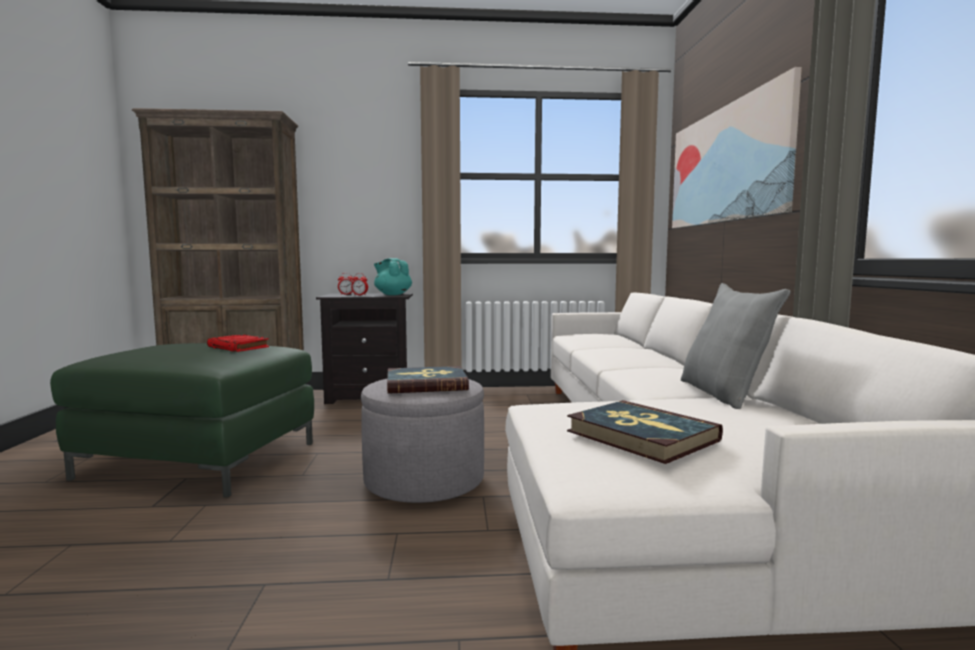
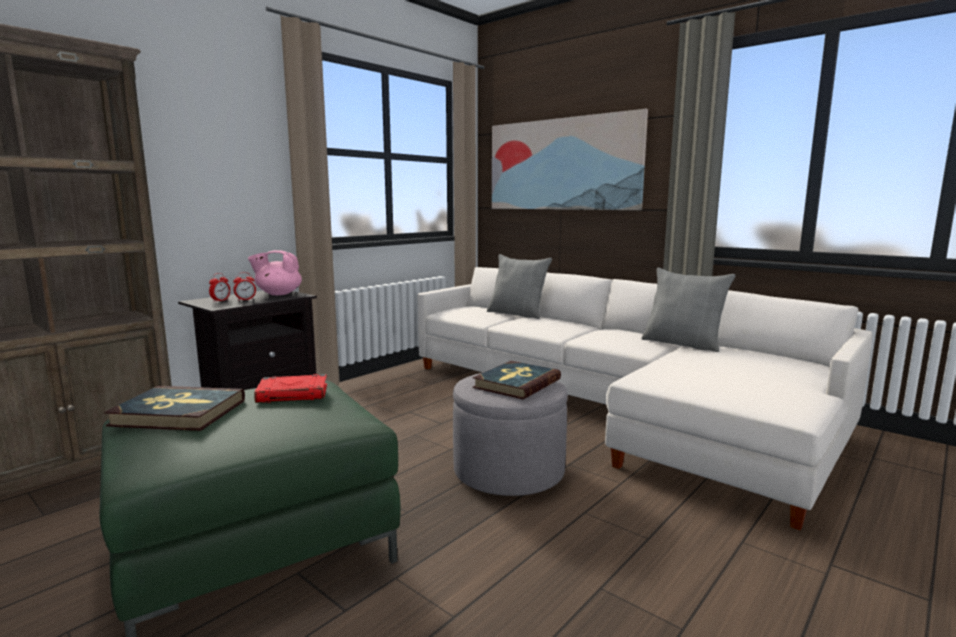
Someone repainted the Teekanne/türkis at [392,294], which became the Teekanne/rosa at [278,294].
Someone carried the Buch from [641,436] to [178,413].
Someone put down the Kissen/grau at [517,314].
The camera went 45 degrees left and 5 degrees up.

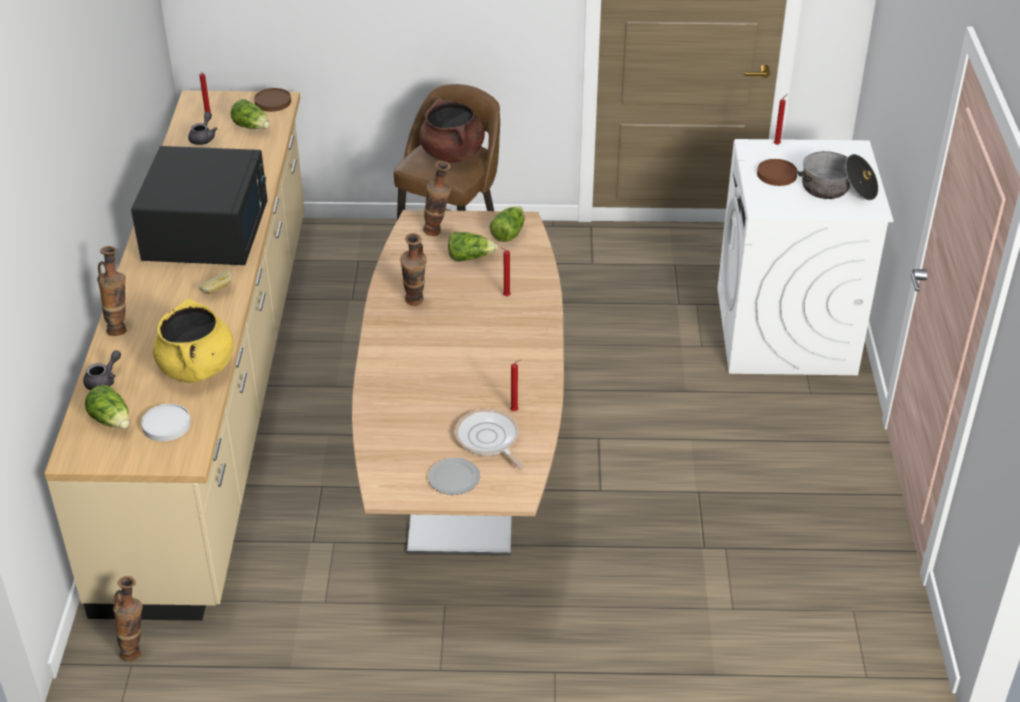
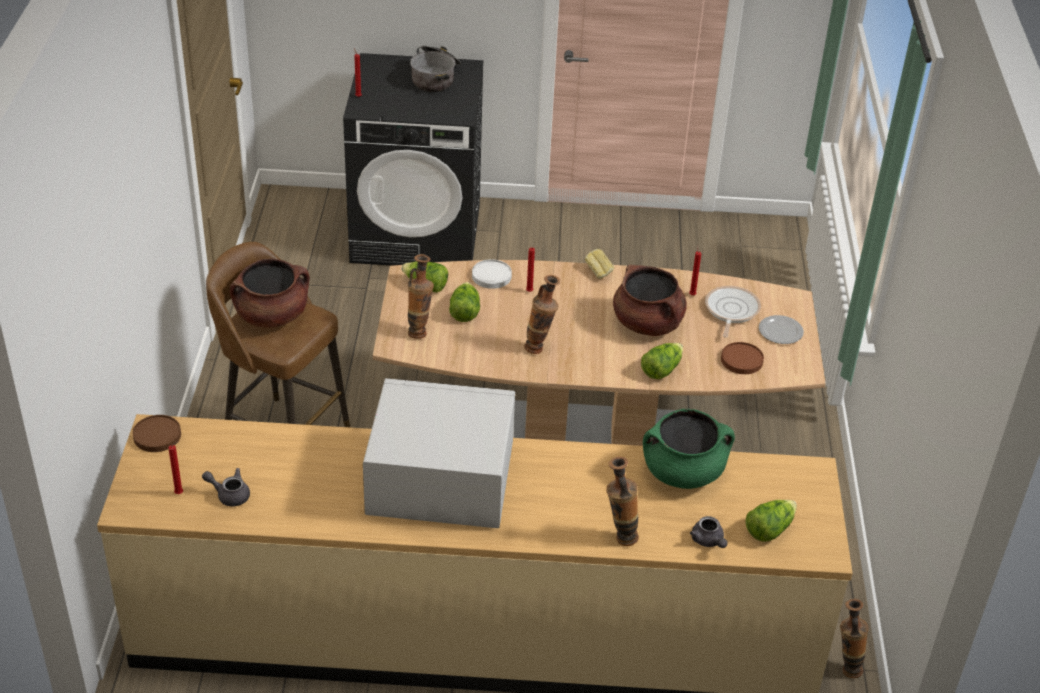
Someone rotated the Teekanne/grau at [104,380] by 150 degrees counterclockwise.
Someone repainted the Mikrowelle/schwarz at [207,231], which became the Mikrowelle/weiß at [439,479].
Someone carried the Teller/weiß from [166,425] to [491,276].
Someone repainted the Kochtopf/gelb at [197,368], which became the Kochtopf/grün at [683,472].
Someone carried the Brot from [218,292] to [599,273].
Someone carried the Salatkopf from [252,127] to [661,369].
Someone rotated the Pfanne at [488,440] by 135 degrees clockwise.
Someone repainted the Waschmaschine/weiß at [785,332], which became the Waschmaschine/schwarz at [417,233].
Someone carried the Teller/braun from [777,174] to [741,360].
Someone put down the Kochtopf/braun at [647,324].
The camera went 90 degrees left and 0 degrees up.

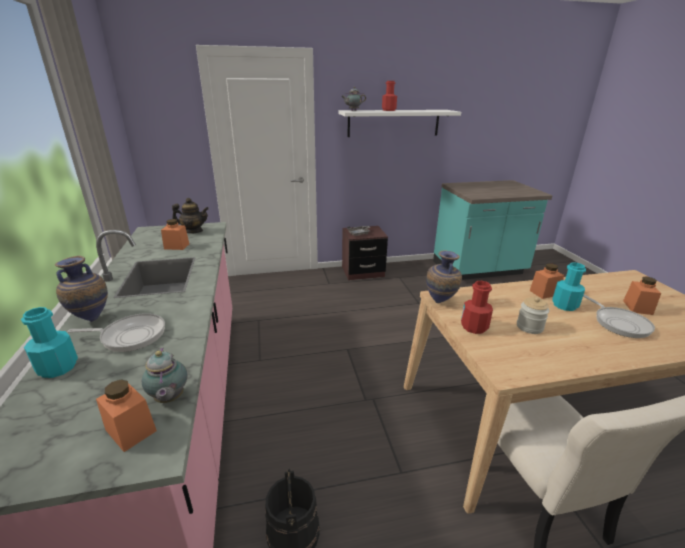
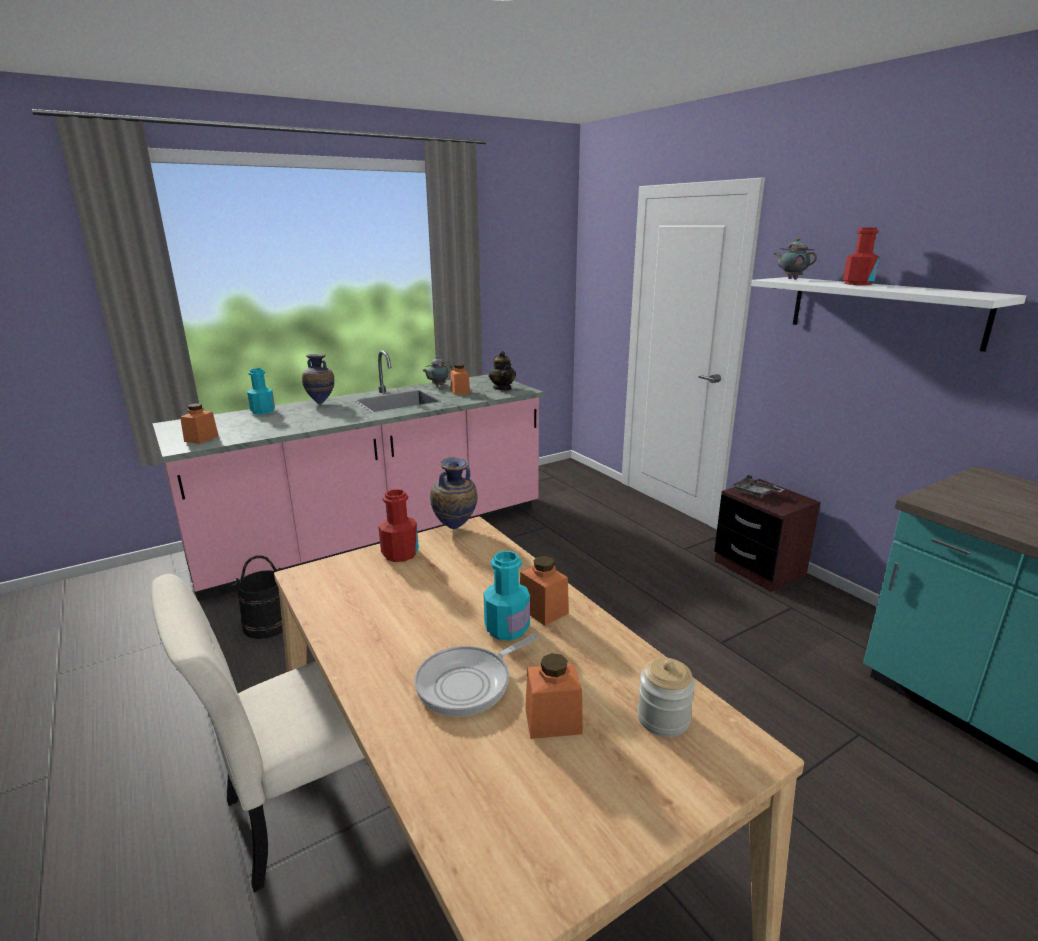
Someone took away the Pfanne at [130,336].
Someone carried the Teekanne from [169,399] to [437,385].
Someone carried the Vorratsglas from [529,327] to [663,718].
The camera went 70 degrees right and 5 degrees down.

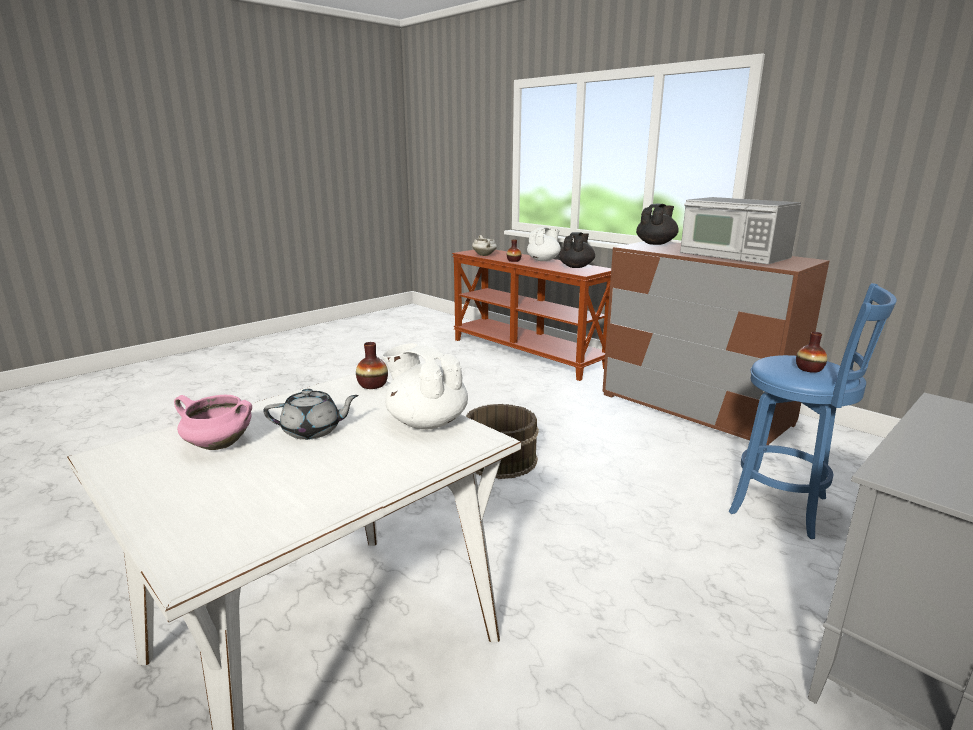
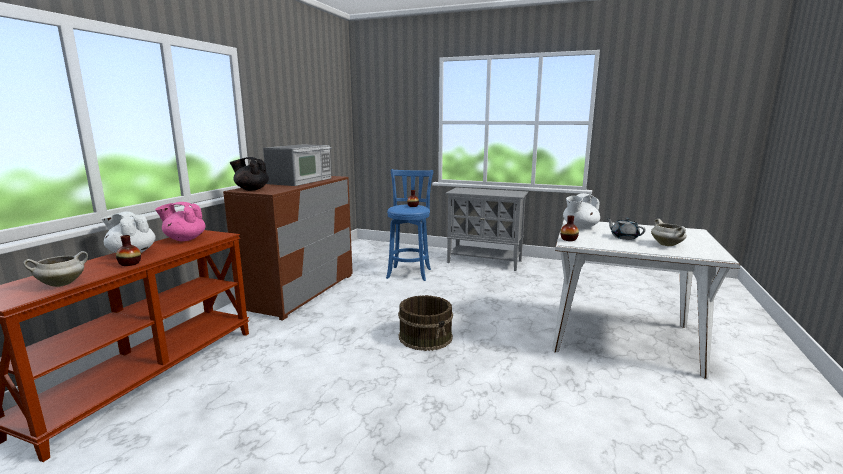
Someone repainted the Kochtopf/rosa at [217,445], which became the Kochtopf/weiß at [667,245].
Someone rotated the Teekanne/weiß at [426,422] by 45 degrees clockwise.
Someone repainted the Teekanne/schwarz at [576,267], which became the Teekanne/rosa at [184,239].
The camera went 115 degrees left and 5 degrees down.

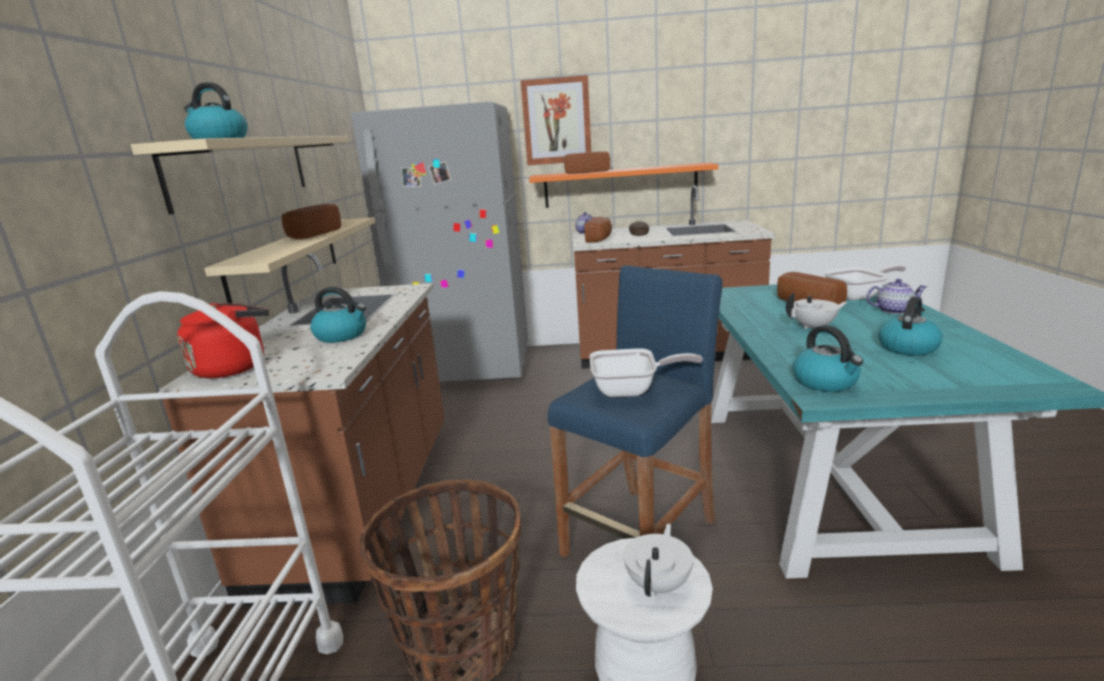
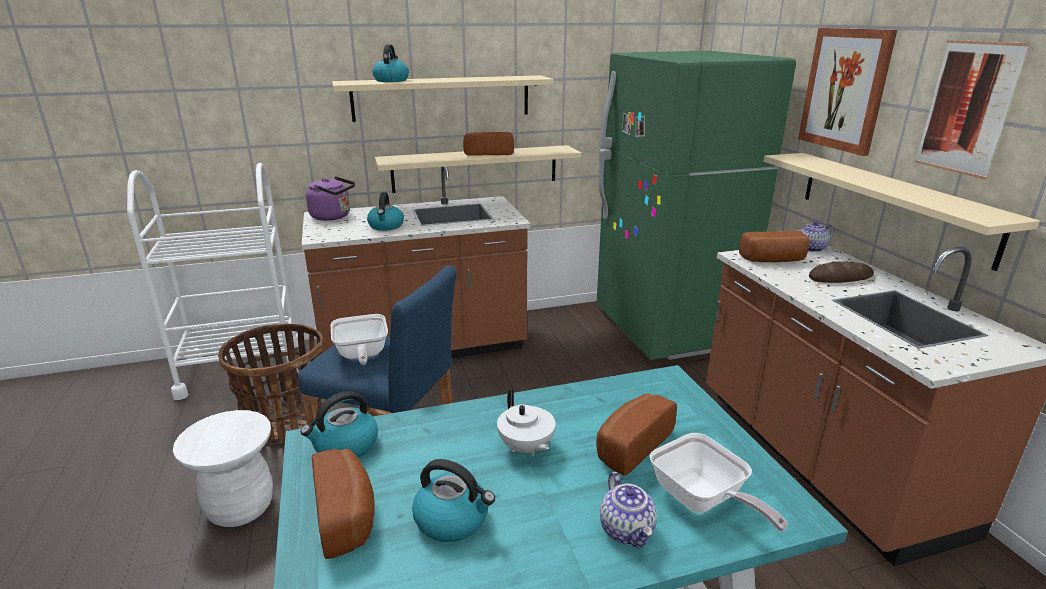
Someone repainted the Wasserkessel/rot at [234,367], which became the Wasserkessel/lila at [333,216].
Someone repainted the Kühlschrank/grau at [468,367], which became the Kühlschrank/grün at [666,329].
Someone repainted the Wandregal/orange at [620,185], which became the Wandregal/beige at [892,204].
Someone carried the Brot from [586,172] to [348,515].
Someone took away the Teekanne/weiß at [659,584].
Someone put up the Bild at [967,108].
The camera went 70 degrees right and 5 degrees up.

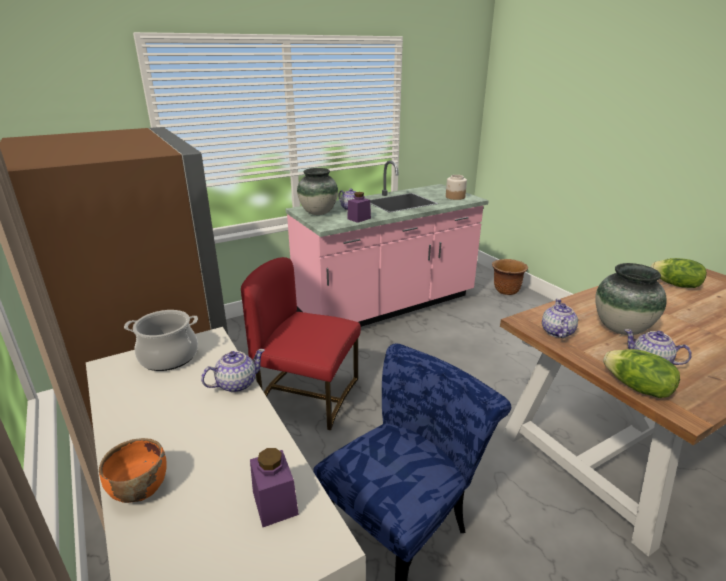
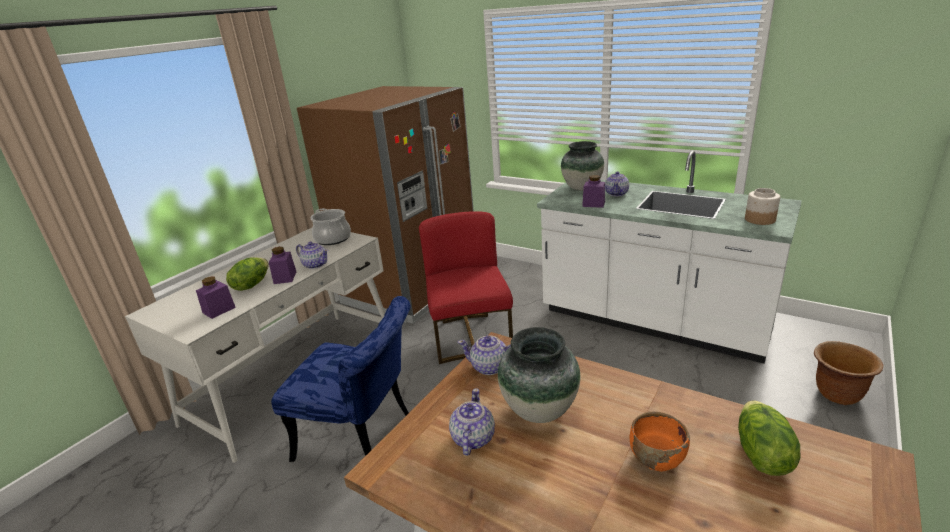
Someone carried the Schüssel/orange from [139,488] to [656,458].
Someone repainted the Küchenzeile/rosa at [387,307], which became the Küchenzeile/weiß at [652,322].
Someone rotated the Teekanne at [557,332] by 150 degrees counterclockwise.
Someone carried the Salatkopf from [637,388] to [251,285].
Someone put down the Vorratsglas/lila at [285,277].
The camera went 65 degrees right and 0 degrees up.

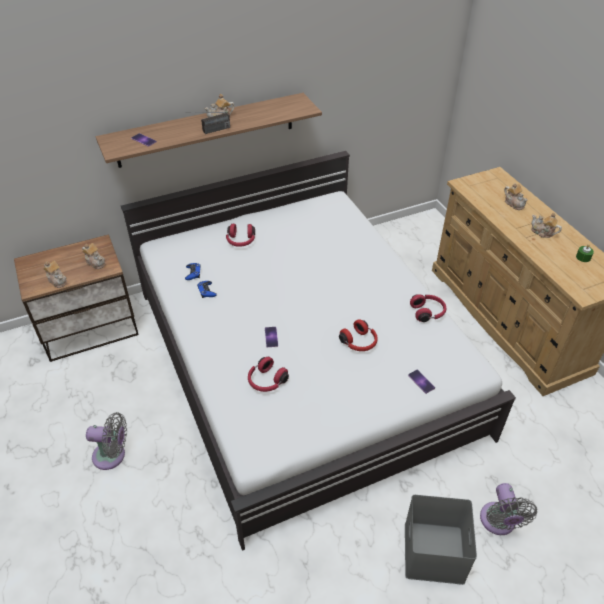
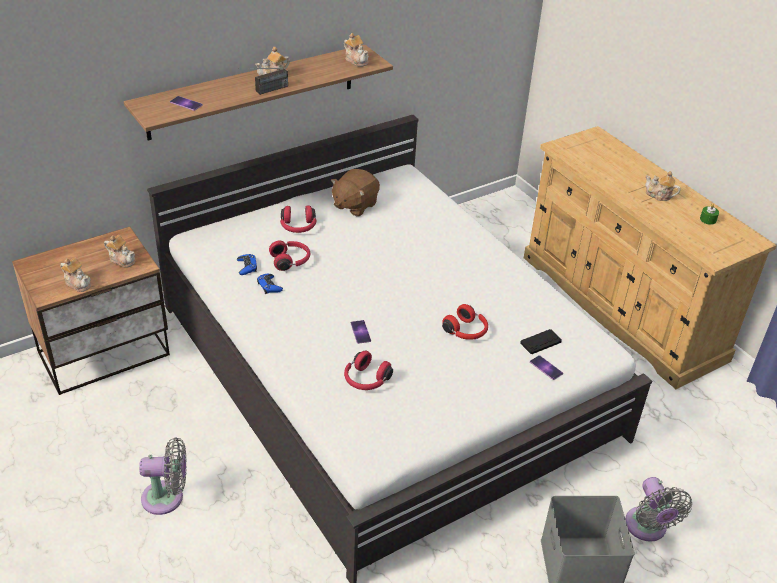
Someone carried the Kopfhörer/rot from [428,312] to [291,261].
Someone carried the Teekanne from [514,203] to [356,60].
Someone put down the Plüschtier/braun at [354,205].
Someone put down the Gamepad/schwarz at [540,342].
The camera went 10 degrees left and 5 degrees down.

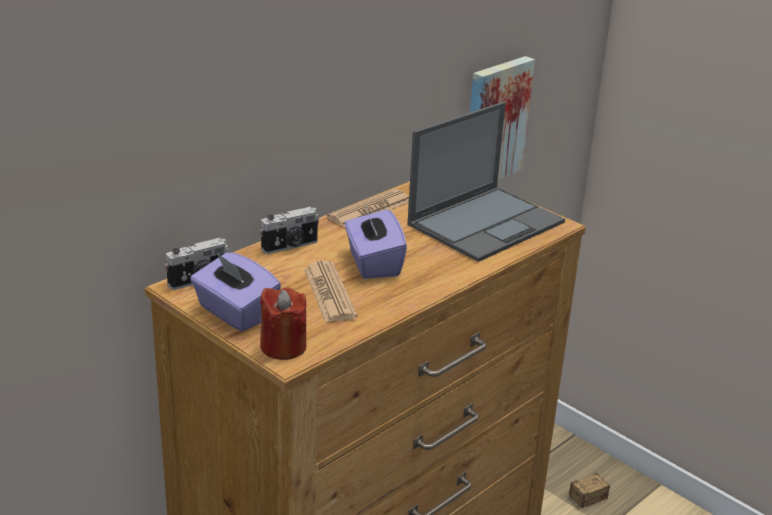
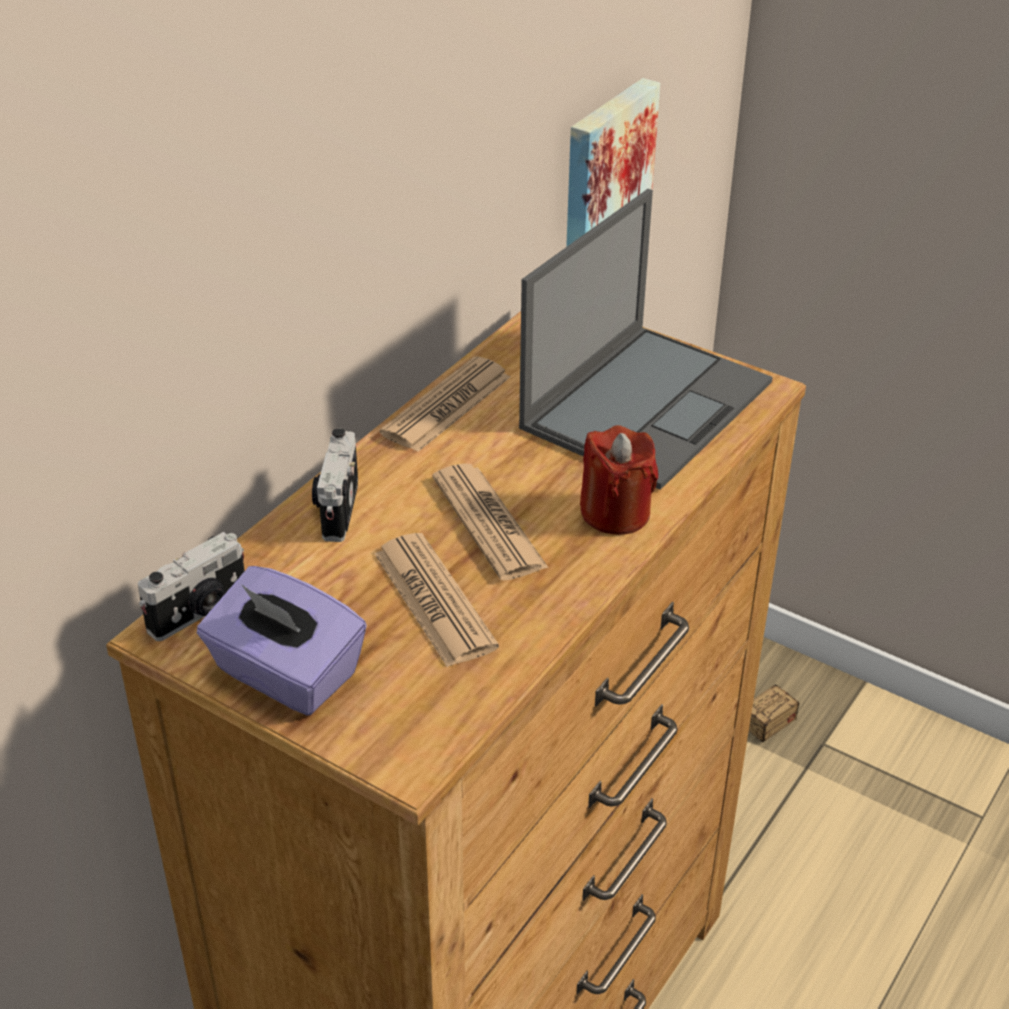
Someone rotated the Kamera at [290,246] by 135 degrees clockwise.
Someone carried the Kerze/rot from [283,347] to [615,513].
Someone swapped the Taschentuchbox/lila at [373,263] for the Zeitung at [488,523].
The camera went 10 degrees left and 10 degrees up.

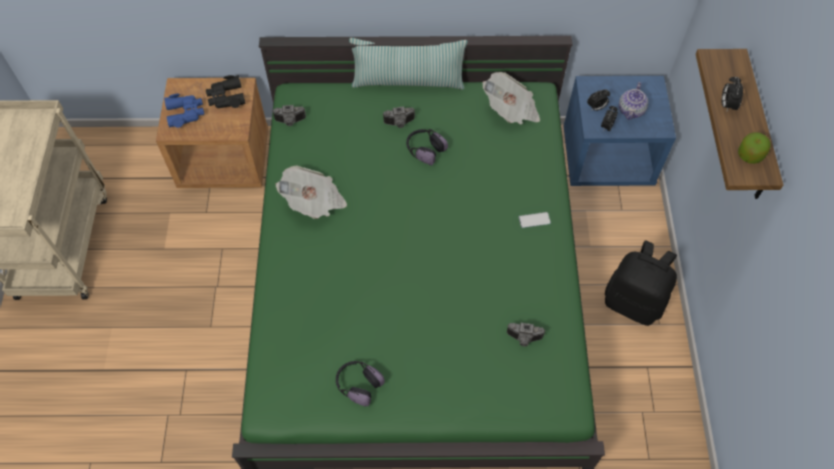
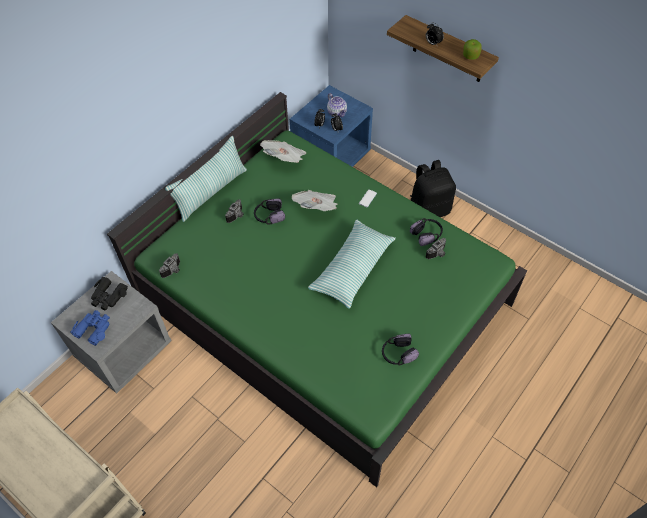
Someone repainted the Nachttisch/braun at [225,160], which became the Nachttisch/grau at [124,350].
Someone carried the Zeitung from [314,202] to [317,208].
Someone put down the Kissen at [352,268].
Someone put down the Kopfhörer at [427,234].
The camera went 50 degrees left and 5 degrees down.

